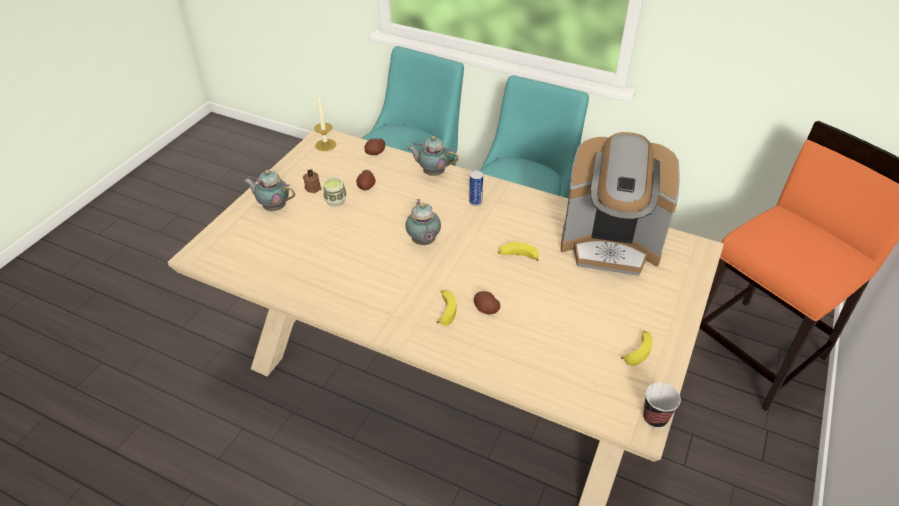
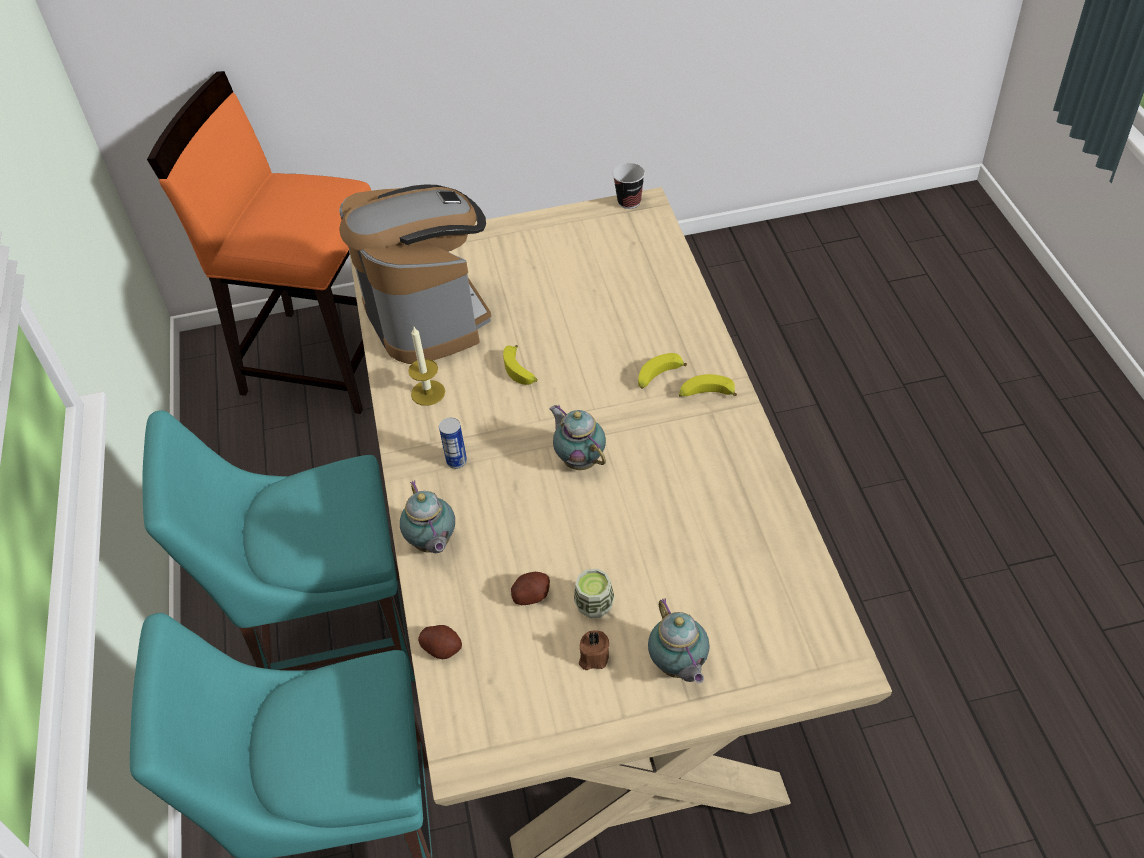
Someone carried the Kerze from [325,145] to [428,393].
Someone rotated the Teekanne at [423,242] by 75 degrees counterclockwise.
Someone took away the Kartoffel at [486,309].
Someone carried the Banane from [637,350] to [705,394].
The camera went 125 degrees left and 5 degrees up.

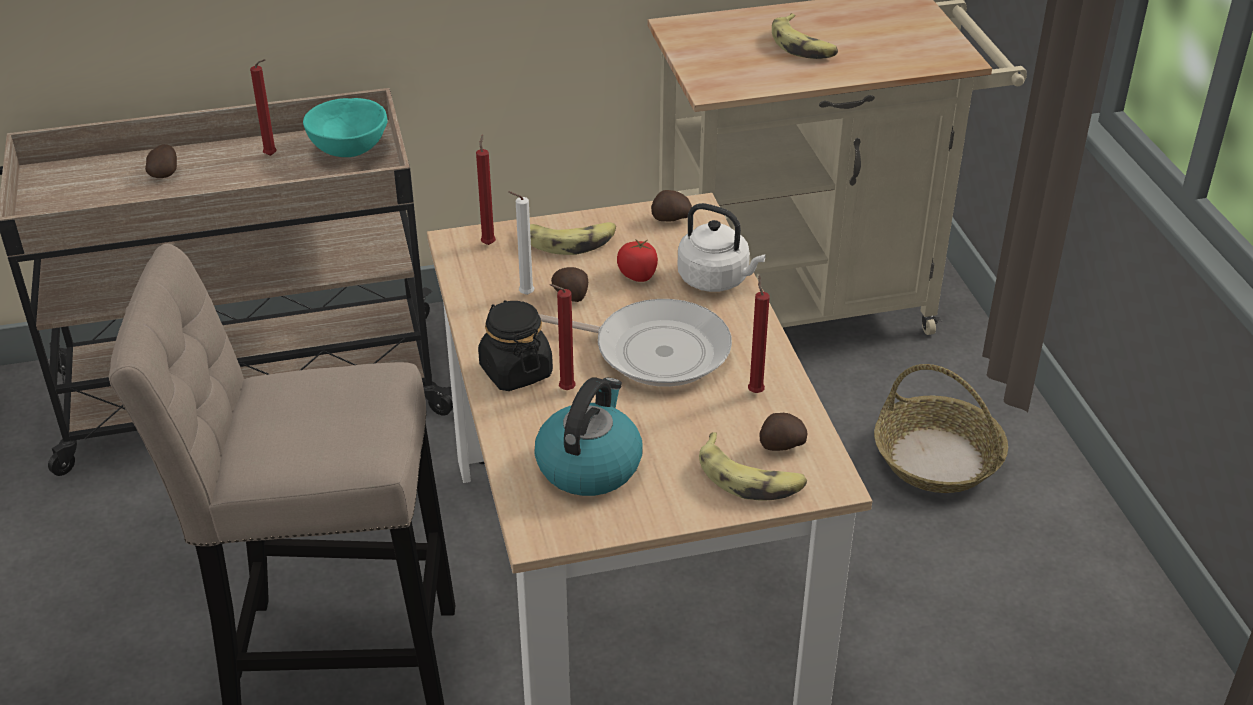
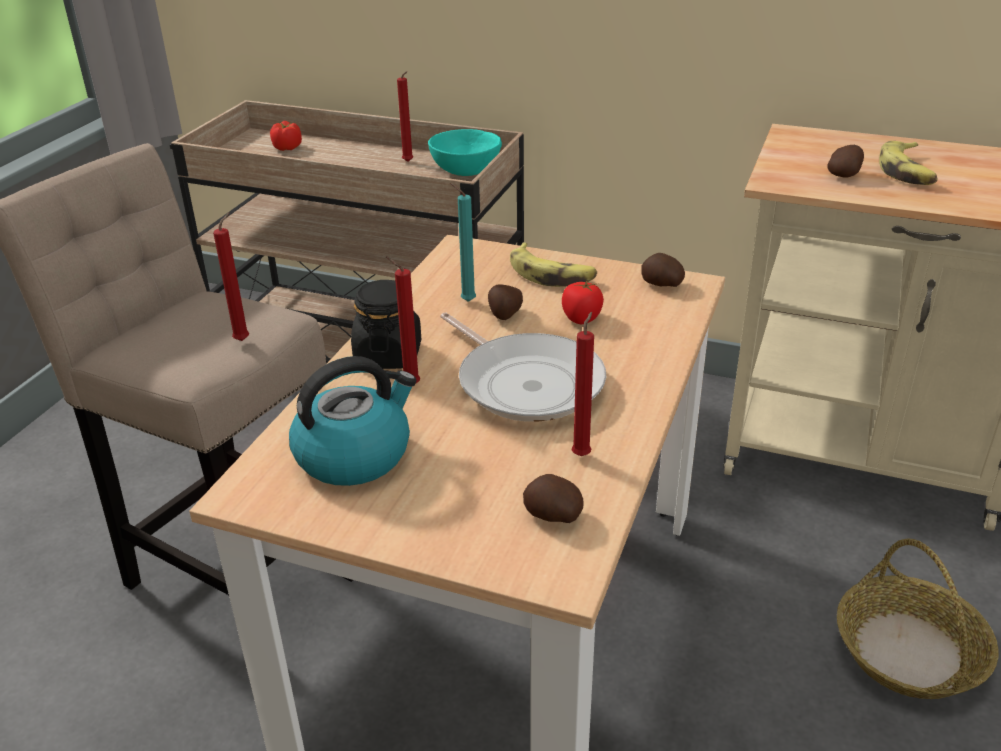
Someone carried the Kartoffel from [165,173] to [844,175].
Someone carried the Kerze/rot from [489,243] to [244,339].
Someone repainted the Kerze/weiß at [524,295], which became the Kerze/türkis at [466,301].
Someone took away the Wasserkessel/weiß at [716,279].
Someone took away the Banane at [750,478].
Someone put down the Tomate at [287,147].
The camera went 35 degrees right and 5 degrees down.

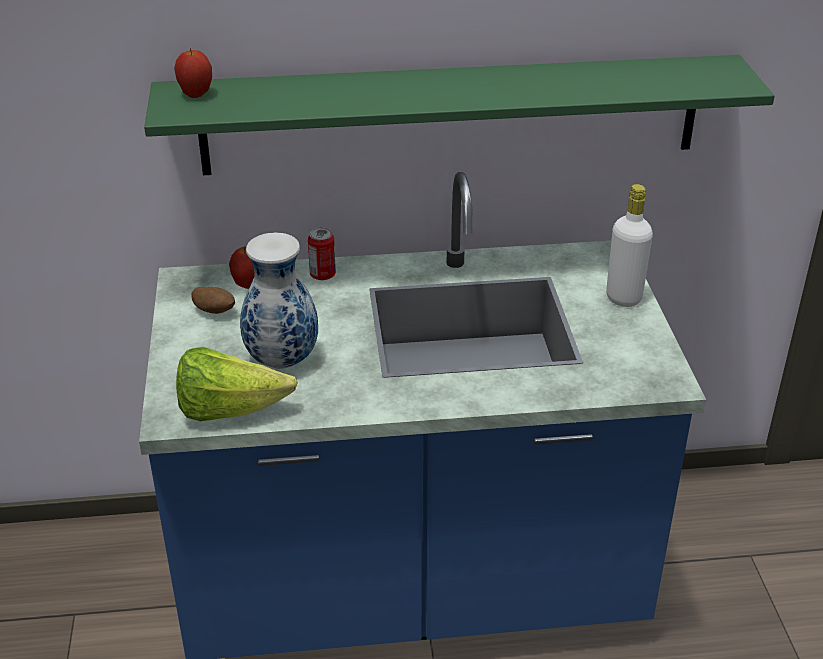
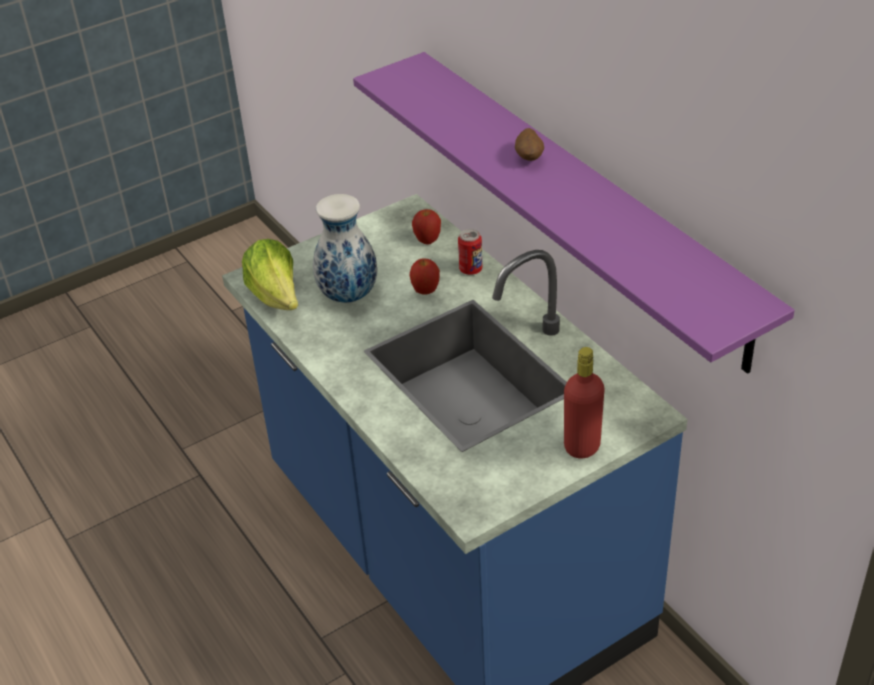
Someone repainted the Wandregal/grün at [451,115], which became the Wandregal/lila at [581,203].
Someone carried the Apfel from [196,95] to [425,291].
Someone carried the Kartoffel from [215,312] to [529,158].
Someone repainted the Flasche/weiß at [623,297], which became the Flasche/rot at [582,446].
The camera went 65 degrees right and 5 degrees up.

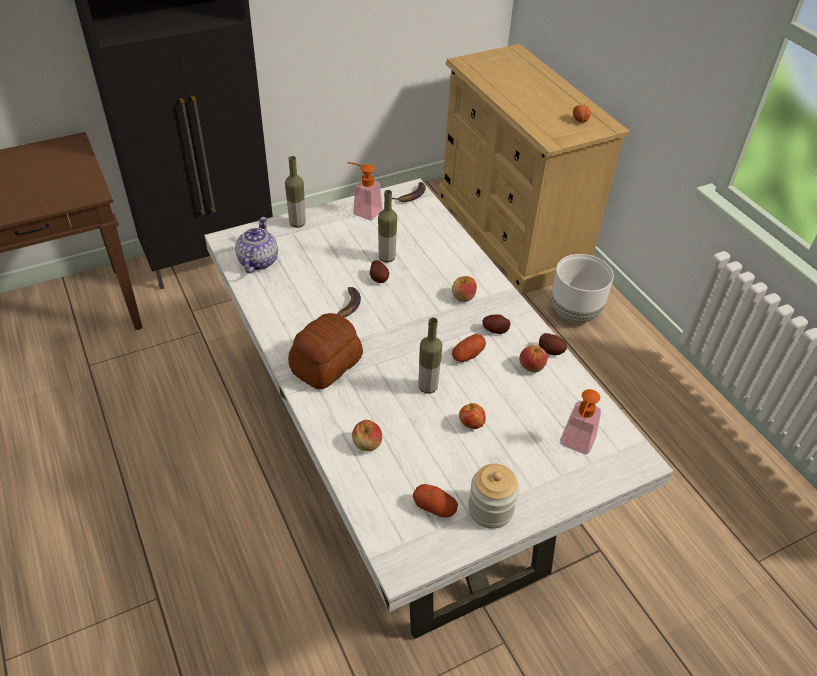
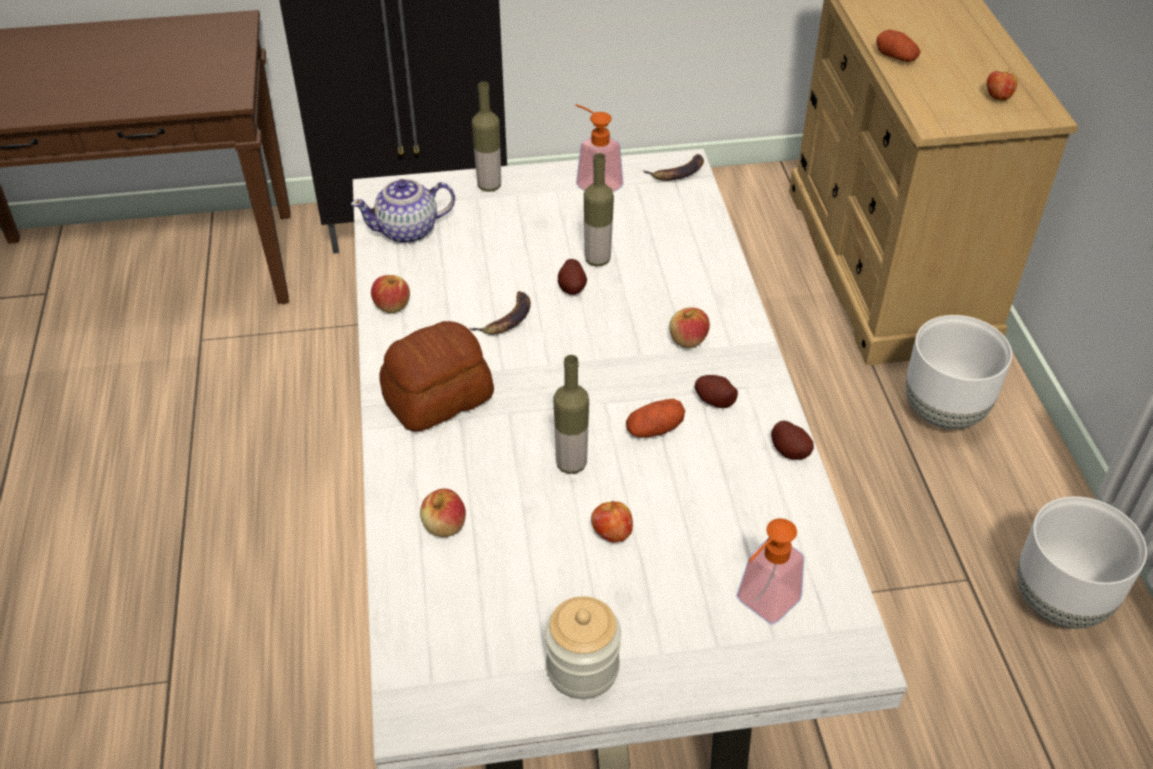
Someone rotated the Teekanne at [257,261] by 135 degrees counterclockwise.
Someone carried the Kartoffel from [434,507] to [896,57].
Someone carried the Apfel from [531,366] to [392,305].
Someone put down the Pflanzkübel/weiß at [1060,602].
The camera went 20 degrees right and 0 degrees up.

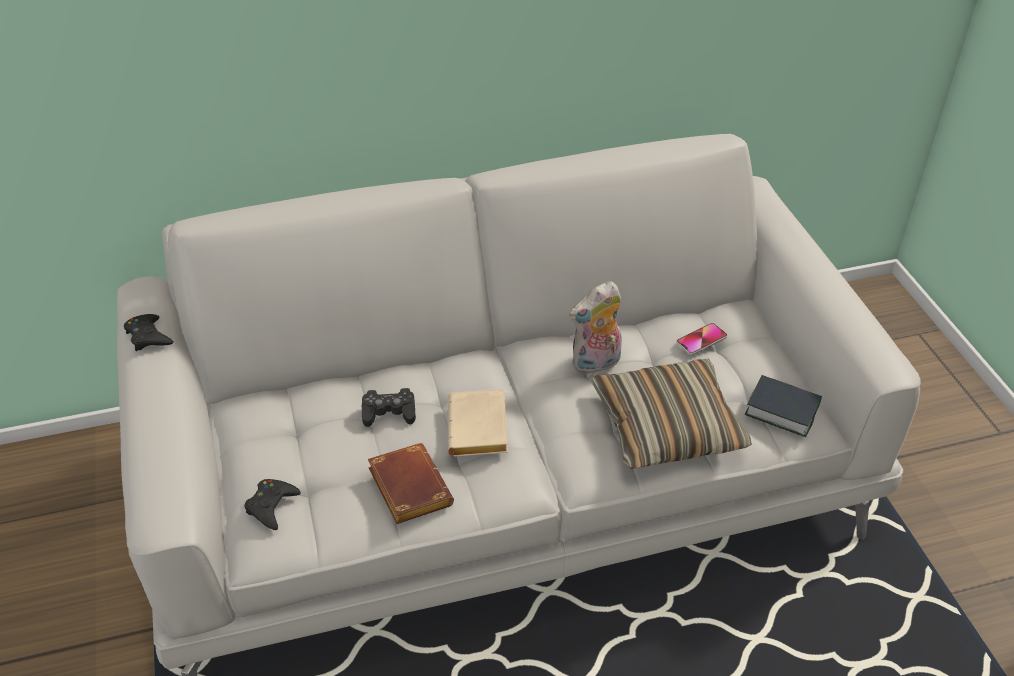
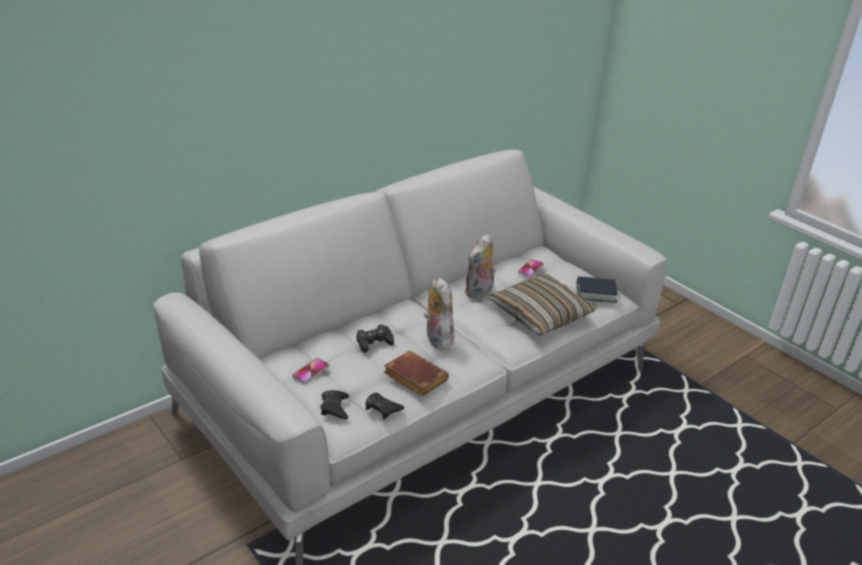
Someone carried the Gamepad/schwarz from [148,336] to [382,408].
Someone swapped the Buch/beige at [480,430] for the Plüschtier at [436,339].
Someone put down the Handy at [310,371].
The camera went 25 degrees left and 10 degrees down.

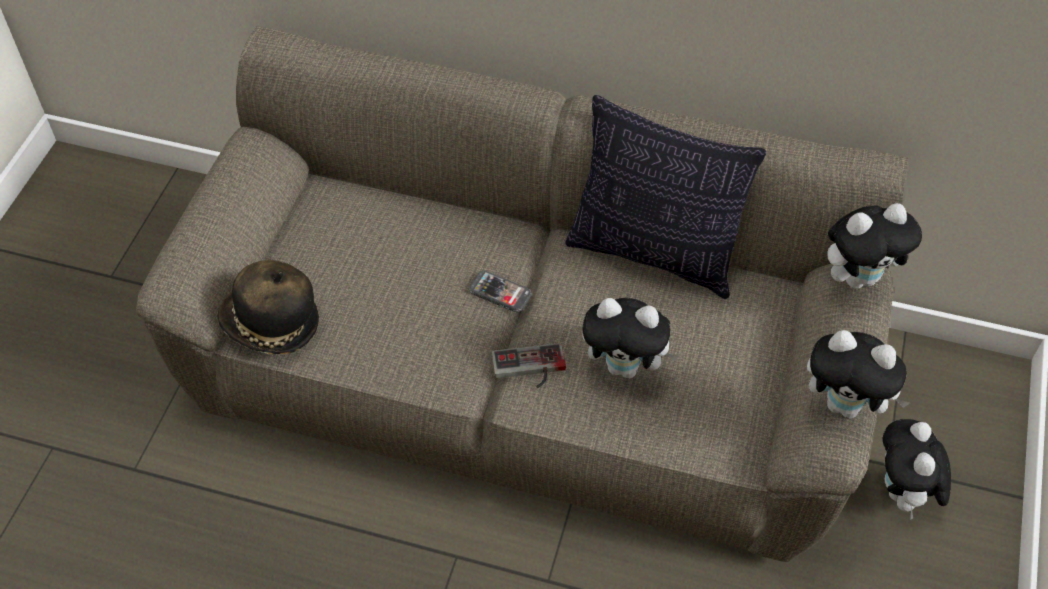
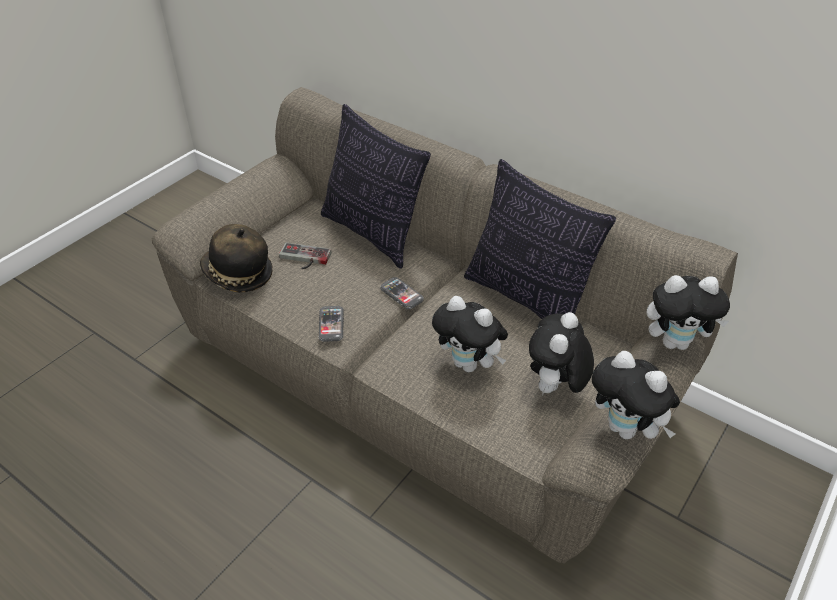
Someone carried the Gamepad from [529,369] to [303,259].
Someone carried the Plüschtier from [903,494] to [555,388].
Someone put down the Handy at [331,325].
Someone put down the Kissen at [373,233].
The camera went 20 degrees right and 10 degrees down.

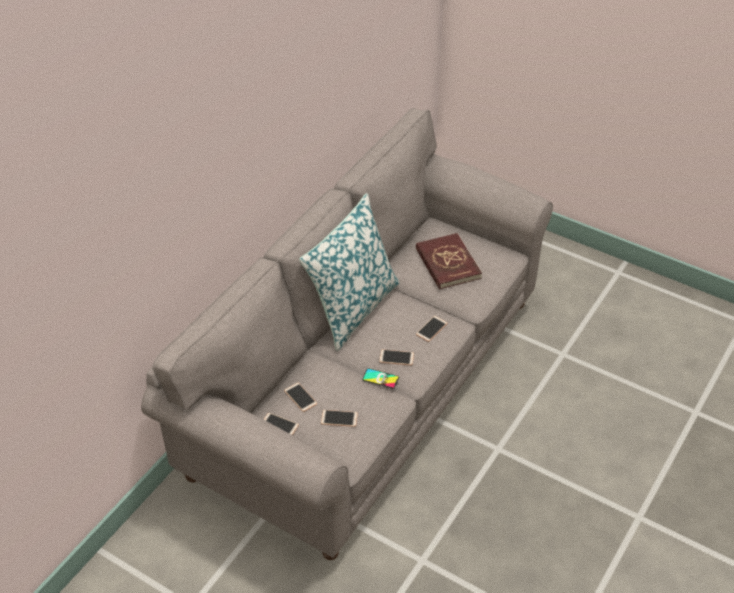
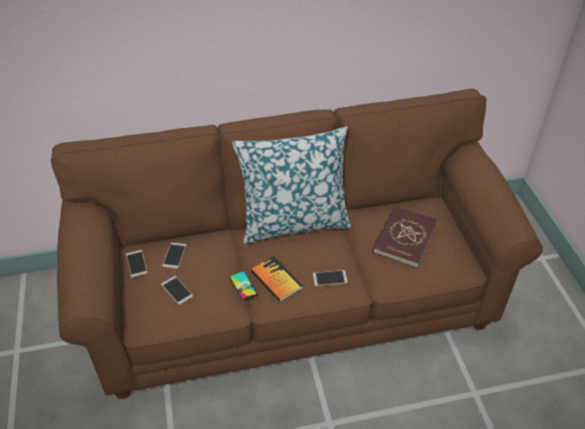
Someone repainted the Sofa/grau at [367,387], which became the Sofa/braun at [292,299].
Someone swapped the Handy at [396,358] for the Buch at [276,280].
The camera went 45 degrees right and 0 degrees up.

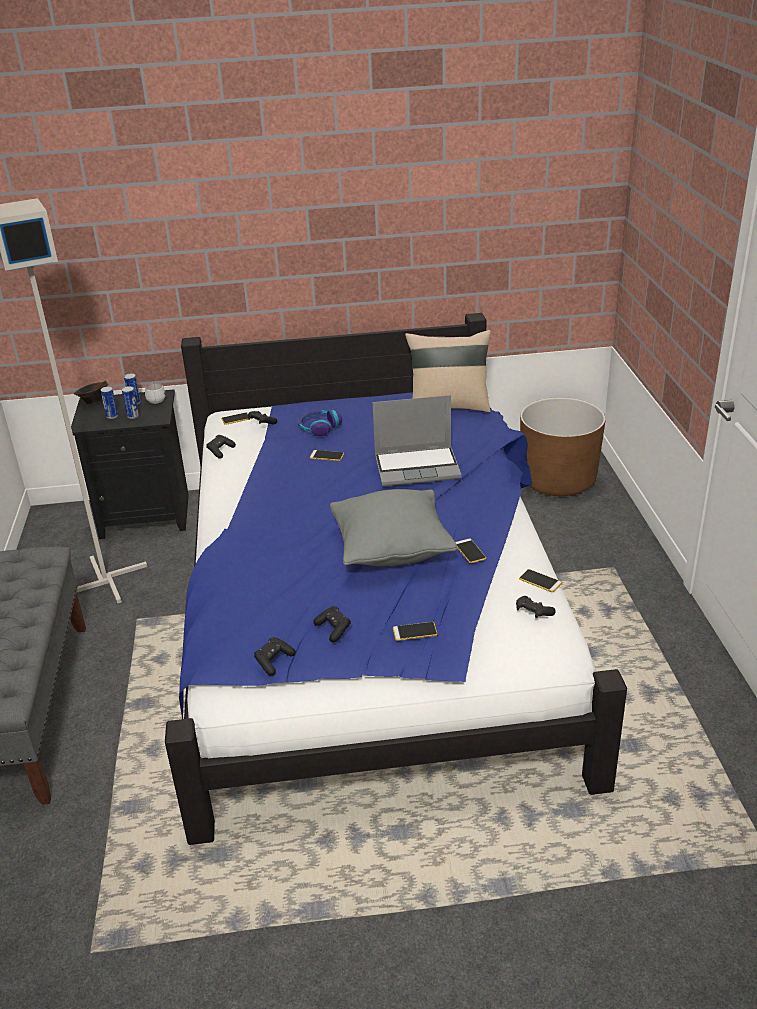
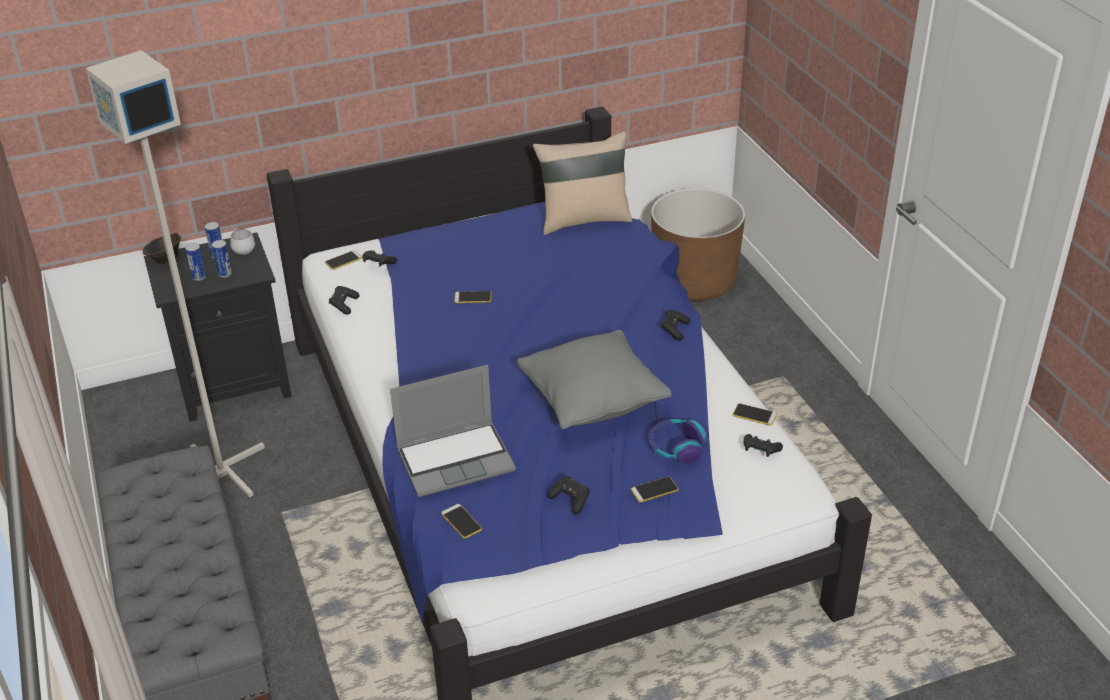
Someone carried the Gamepad/schwarz from [274,661] to [674,330].
Someone carried the Kopfhörer from [319,427] to [676,446].
Someone carried the Laptop from [418,467] to [456,459].
Someone carried the Handy from [470,551] to [461,521].
The camera went 15 degrees left and 5 degrees up.

